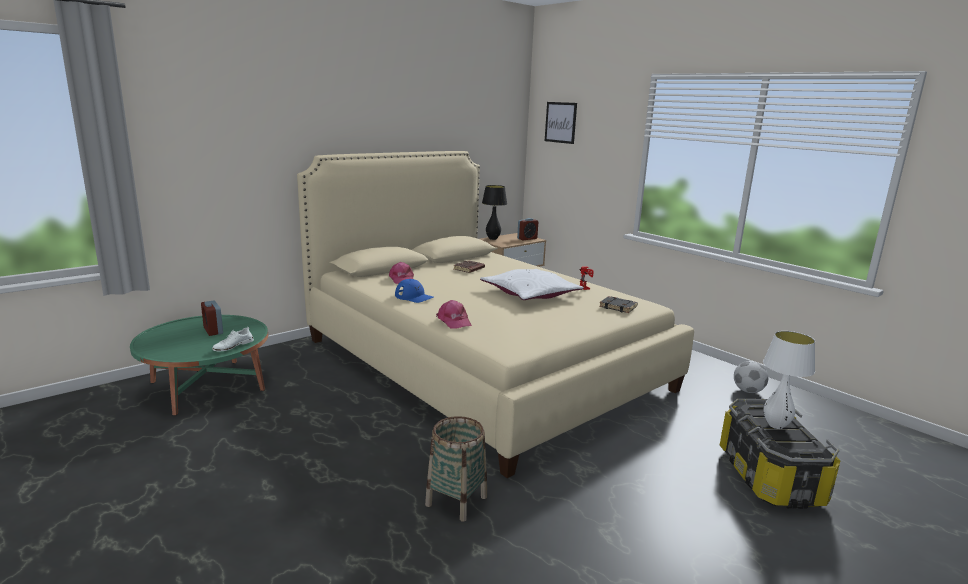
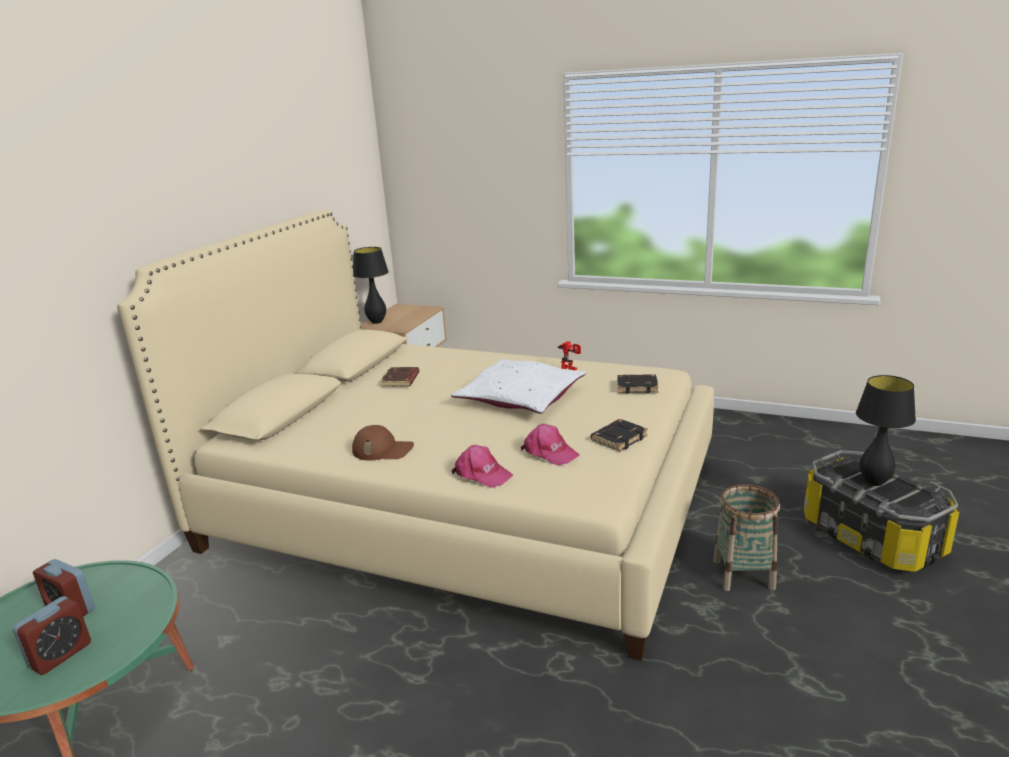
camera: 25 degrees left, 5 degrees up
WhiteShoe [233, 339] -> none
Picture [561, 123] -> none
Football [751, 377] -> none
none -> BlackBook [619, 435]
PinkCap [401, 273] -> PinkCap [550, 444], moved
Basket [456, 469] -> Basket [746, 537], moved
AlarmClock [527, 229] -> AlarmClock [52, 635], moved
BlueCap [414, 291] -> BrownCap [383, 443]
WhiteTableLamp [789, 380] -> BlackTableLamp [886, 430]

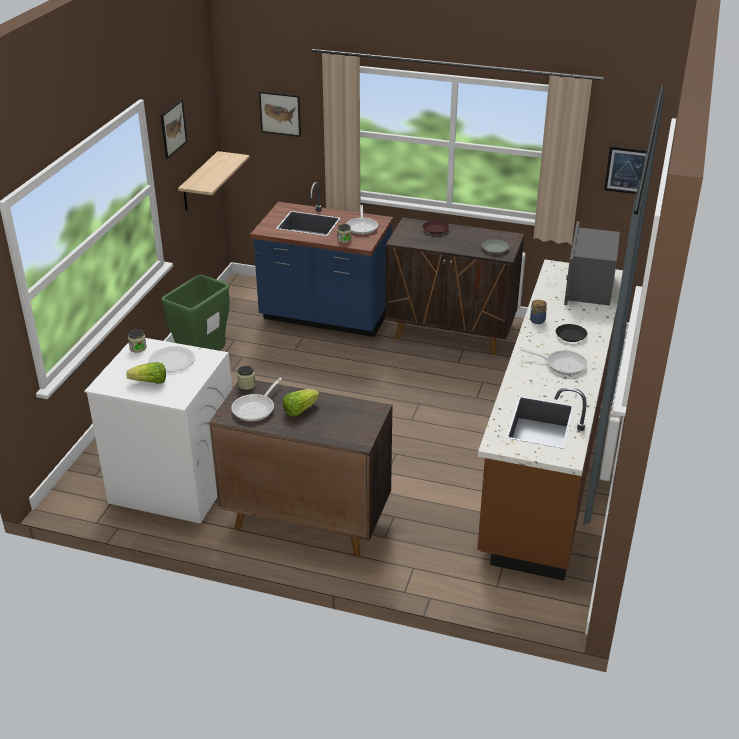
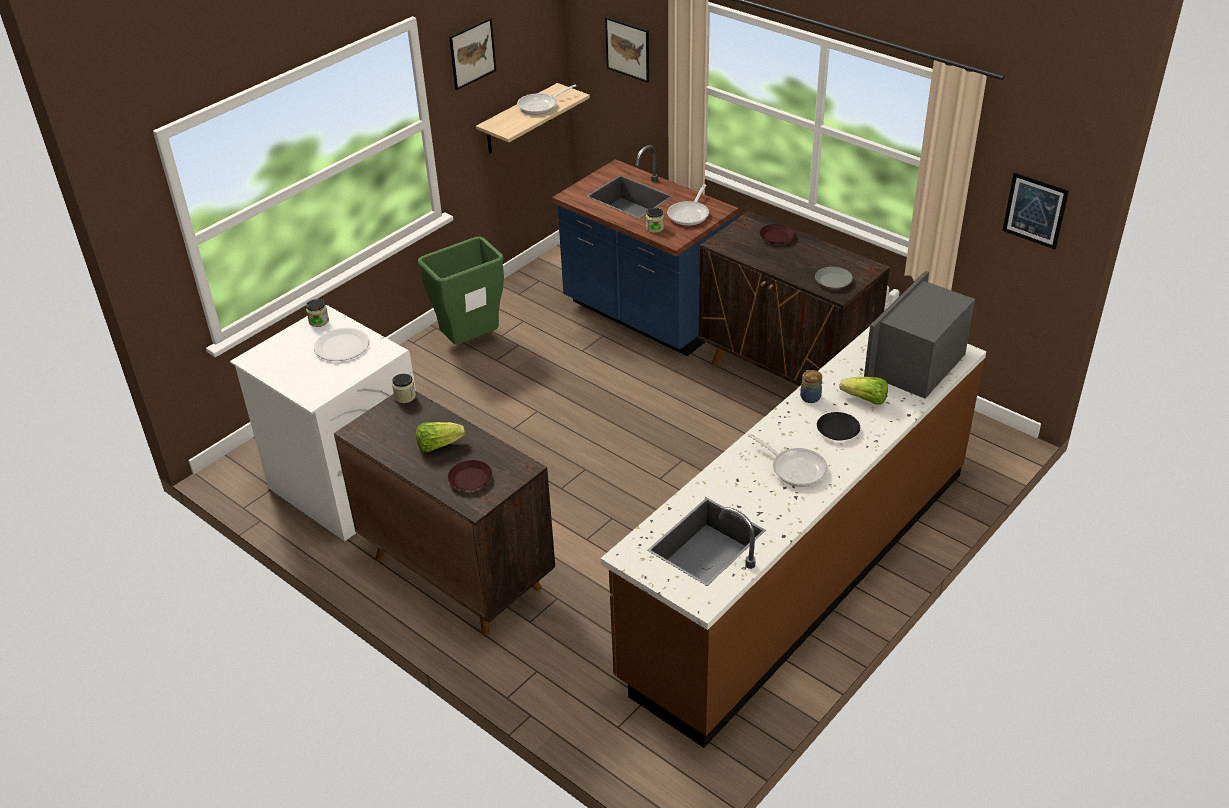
camera: 25 degrees right, 5 degrees up
none -> BrownPlate [470, 475]
Lettuce [146, 373] -> Lettuce [863, 391], moved
FryingPan [256, 400] -> FryingPan [546, 100], moved

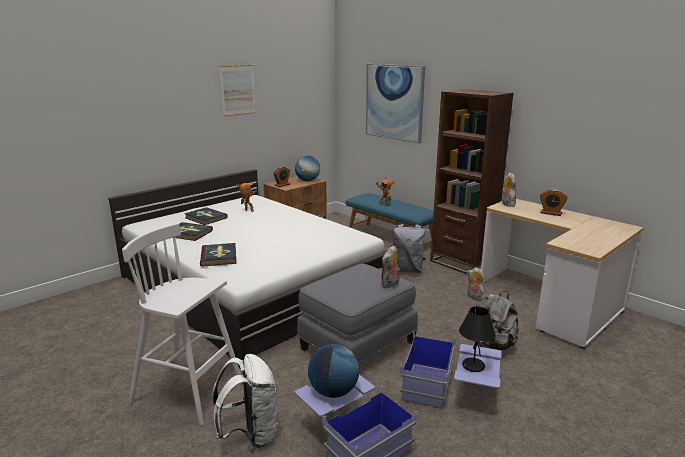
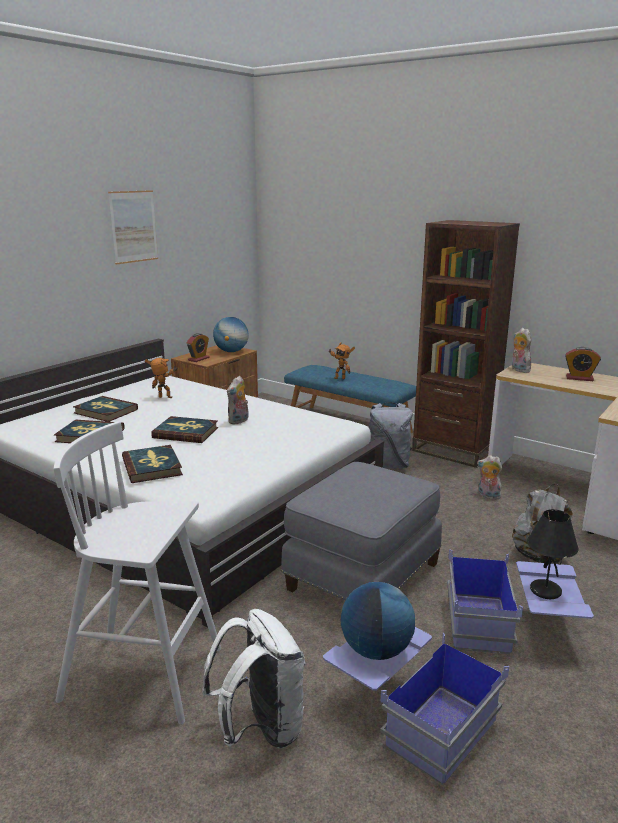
camera: 10 degrees left, 0 degrees up
Picture [395, 104] -> none
none -> Book [184, 429]
PlushToy [390, 267] -> PlushToy [238, 400], moved

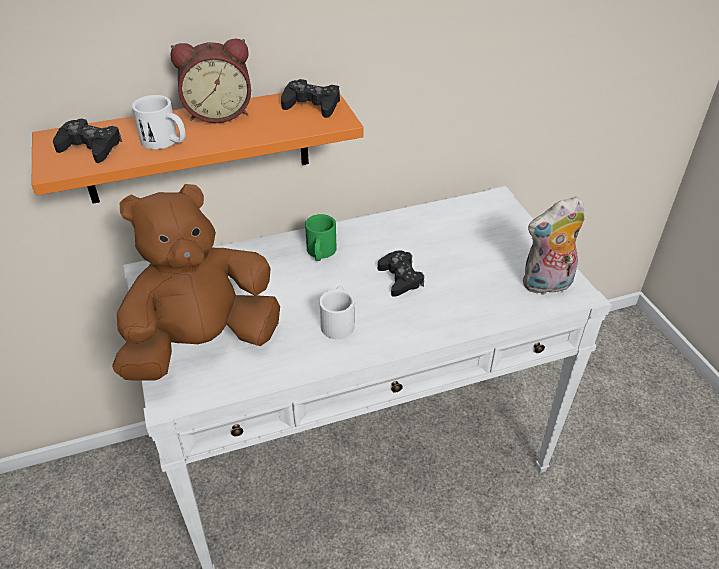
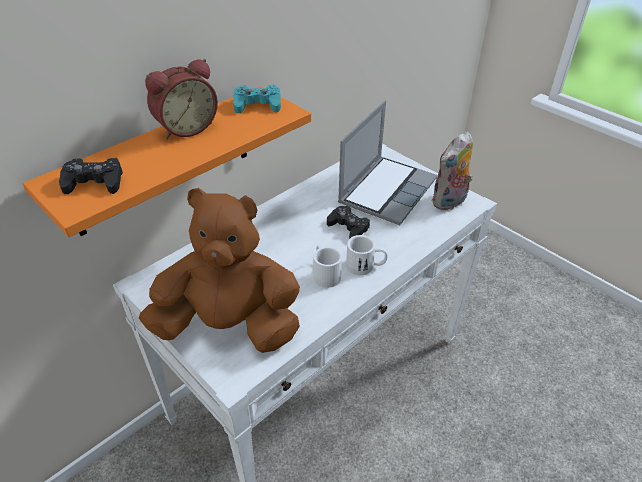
camera: 25 degrees left, 0 degrees up
GreenMug [321, 237] -> none
none -> Laptop [387, 163]
WhiteMug [158, 122] -> WhiteMug [367, 255], moved
BlackGameController [310, 98] -> TurquoiseGameController [257, 99]
BrownPlushToy [196, 282] -> BrownPlushToy [219, 270], 60 degrees clockwise

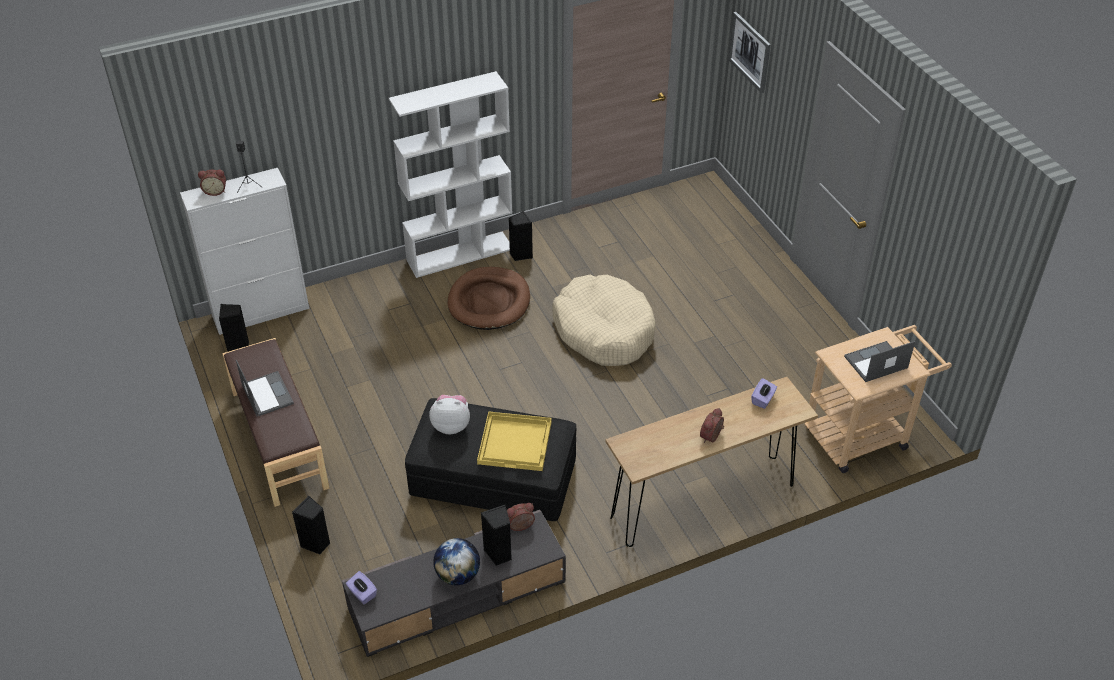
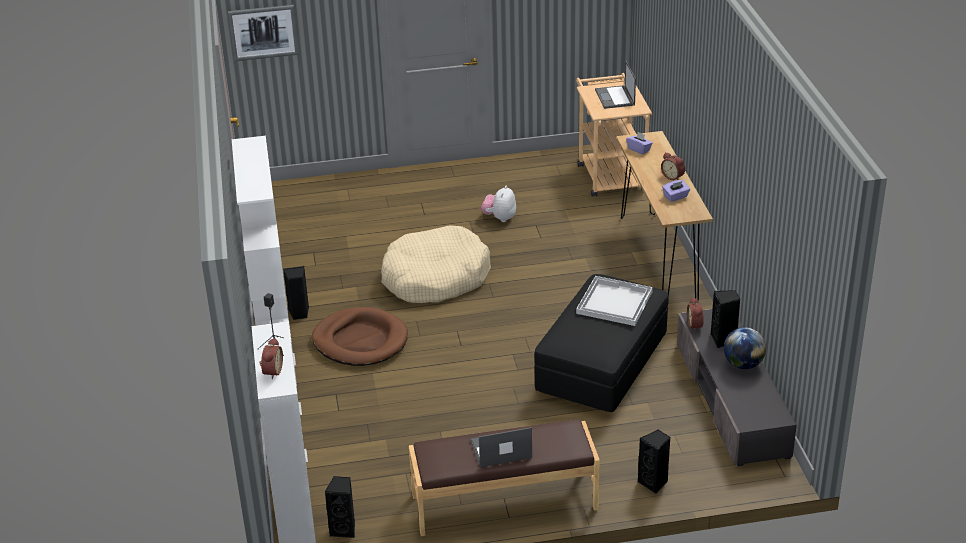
camera: 75 degrees left, 10 degrees down
PurpleTissueBox [361, 587] -> PurpleTissueBox [676, 191], moved
PlushToy [449, 414] -> PlushToy [498, 204], moved
YellowTray [514, 441] -> WhiteTray [614, 301]

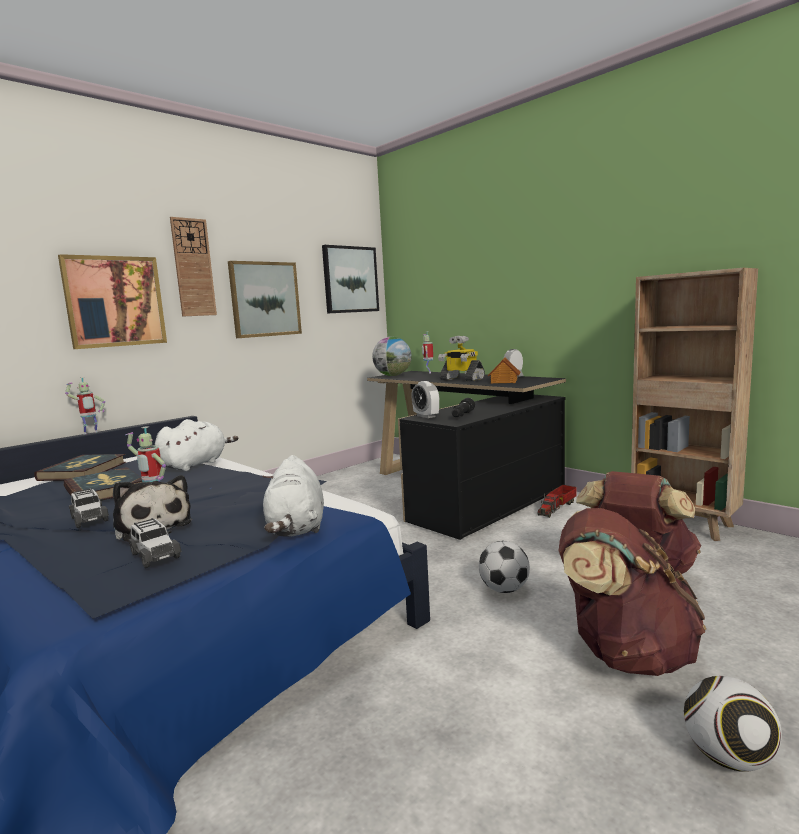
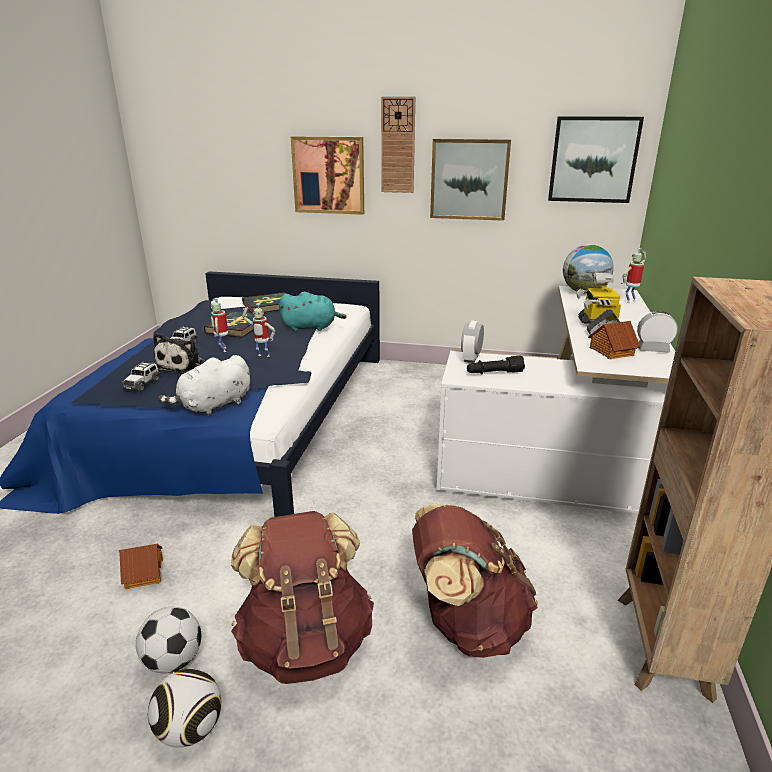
camera: 55 degrees right, 15 degrees up
ToyTruck [556, 501] -> none
none -> ToyHouse [141, 566]
ToyRobot [85, 405] -> ToyRobot [259, 330], moved
Football [504, 567] -> Football [168, 640], moved
WhitePlushToy [196, 445] -> TurquoisePlushToy [313, 311]
BlackDesk [466, 455] -> WhiteDesk [555, 400]

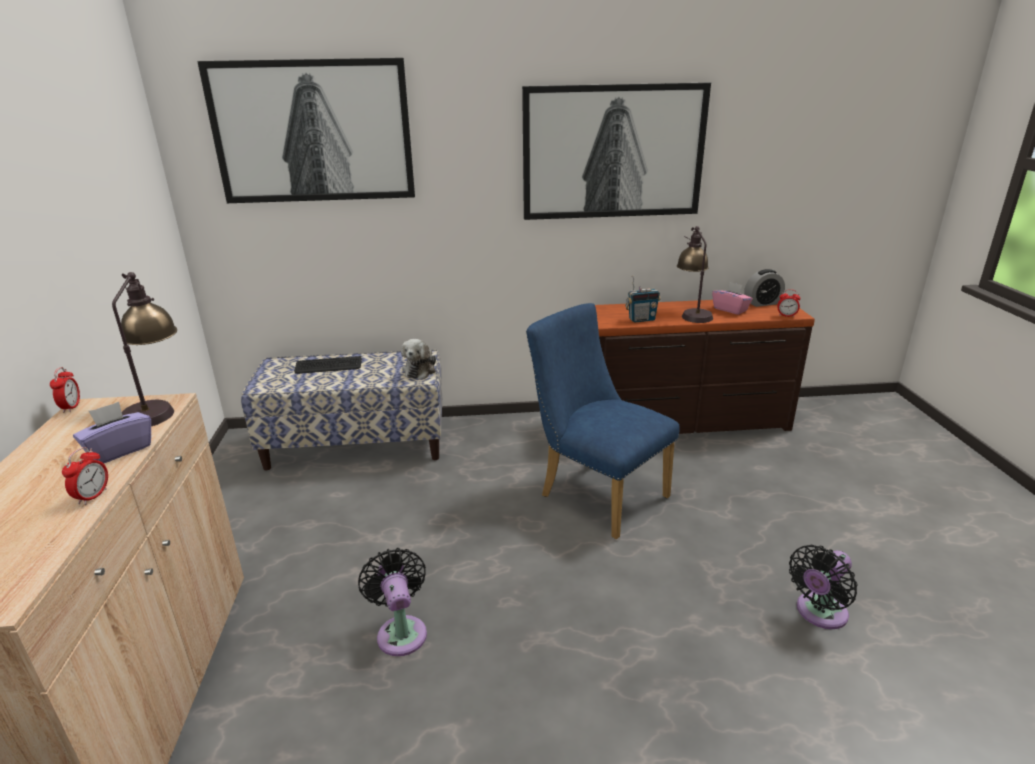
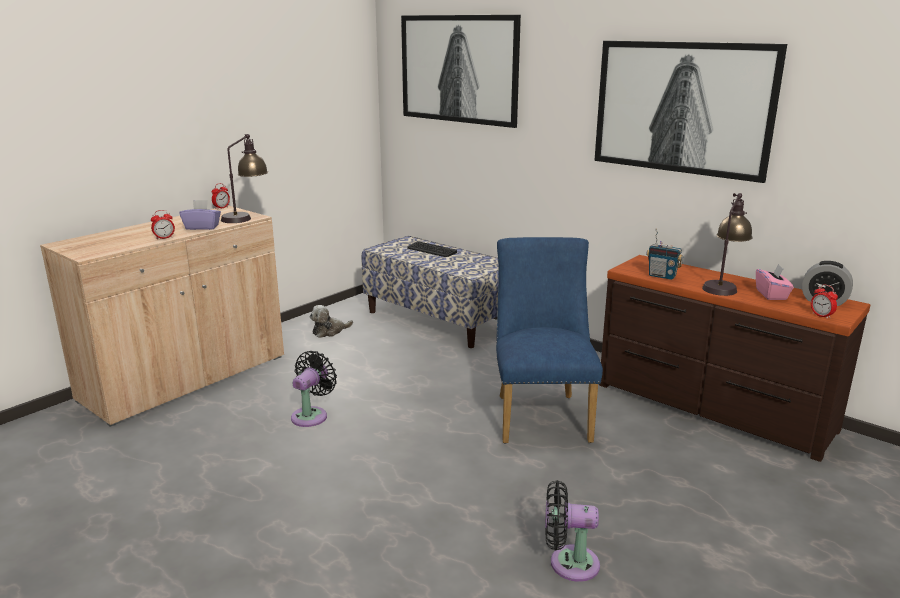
camera: 45 degrees right, 5 degrees down
PlushToy [418, 359] -> PlushToy [331, 321], moved

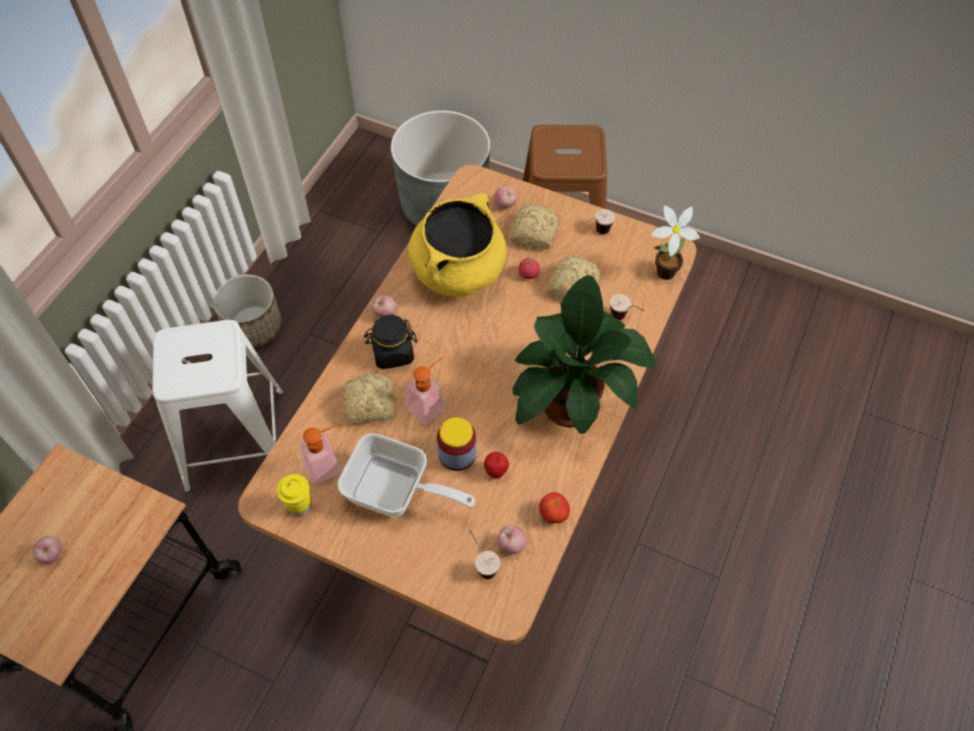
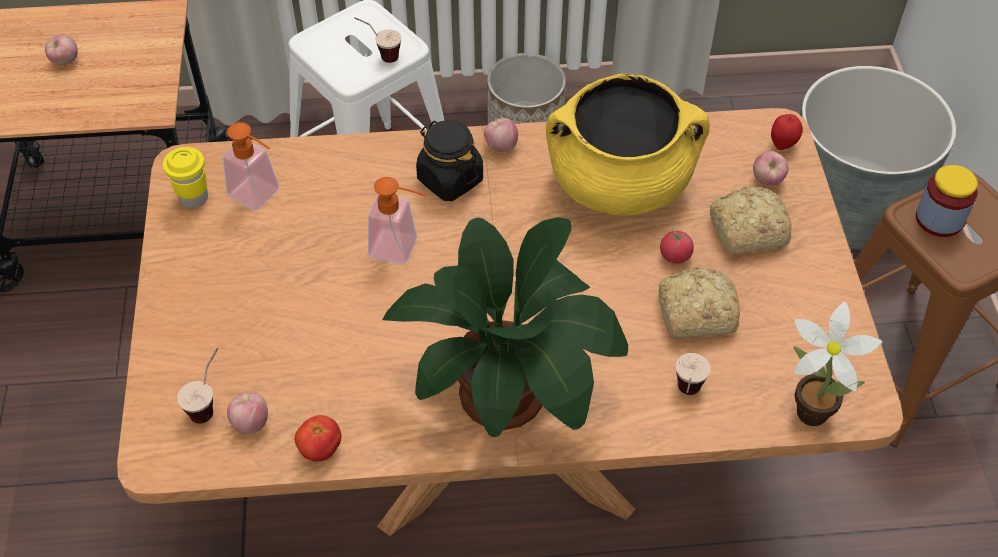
camera: 60 degrees right, 5 degrees down
FryingPan [406, 475] -> none
Bread [368, 398] -> none
Jar [456, 444] -> Jar [947, 201], moved
Apple [496, 465] -> Apple [787, 132], moved
Cup [601, 221] -> Cup [377, 40], moved

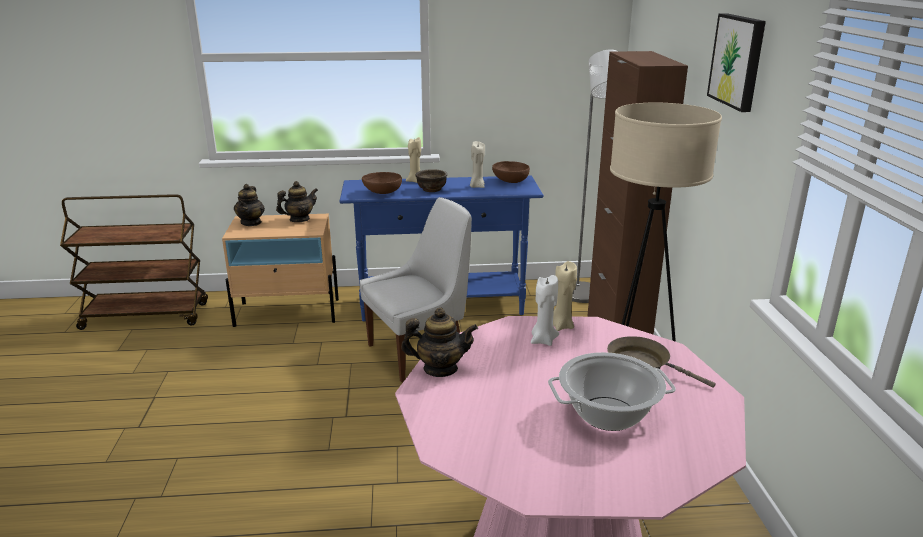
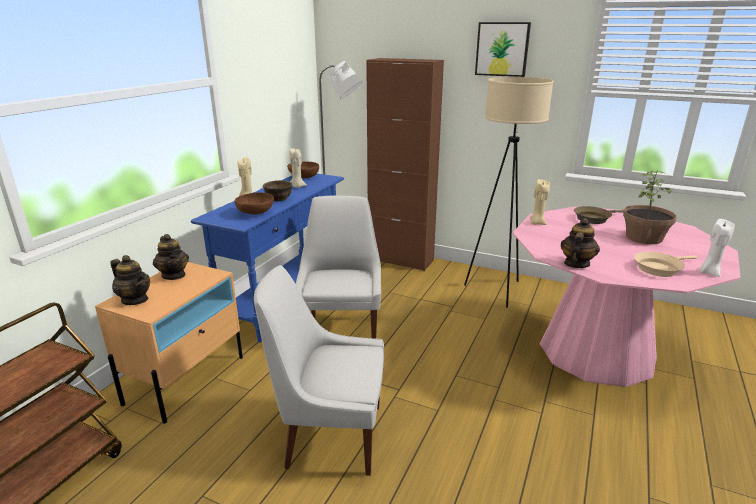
camera: 60 degrees left, 0 degrees up
none -> WhiteChair [319, 370]
none -> BeigeFryingPan [665, 264]
WhiteCandle [545, 310] -> WhiteCandle [717, 248], moved
CookingPot [612, 391] -> PottedPlant [650, 207]
Teapot [297, 201] -> Teapot [171, 257], 150 degrees clockwise

